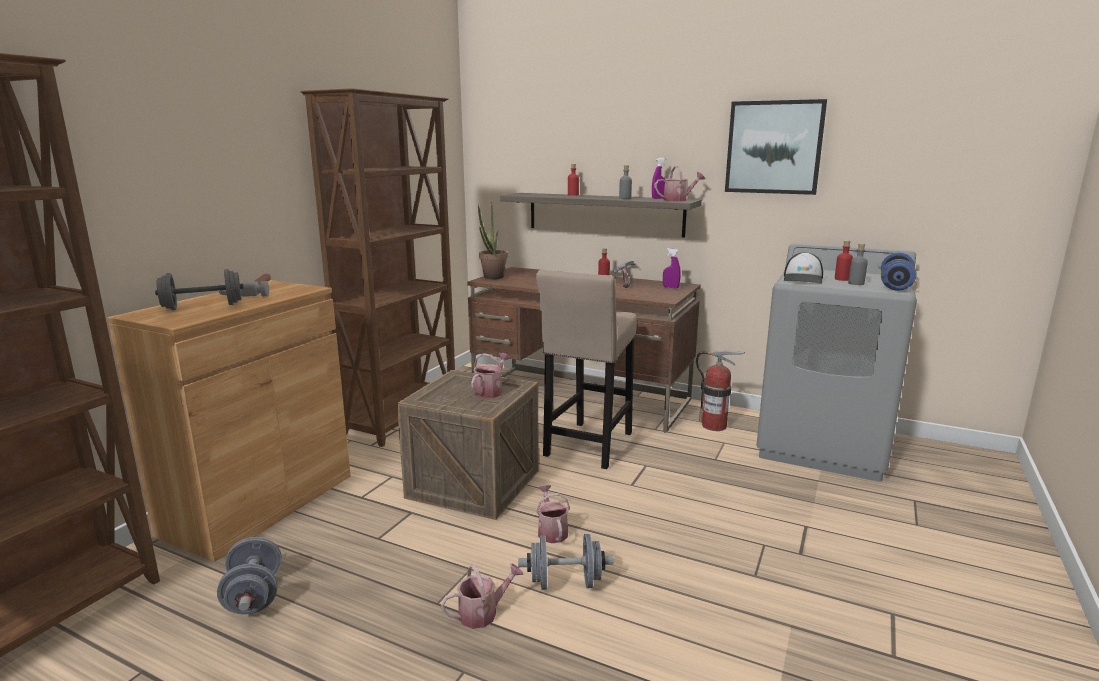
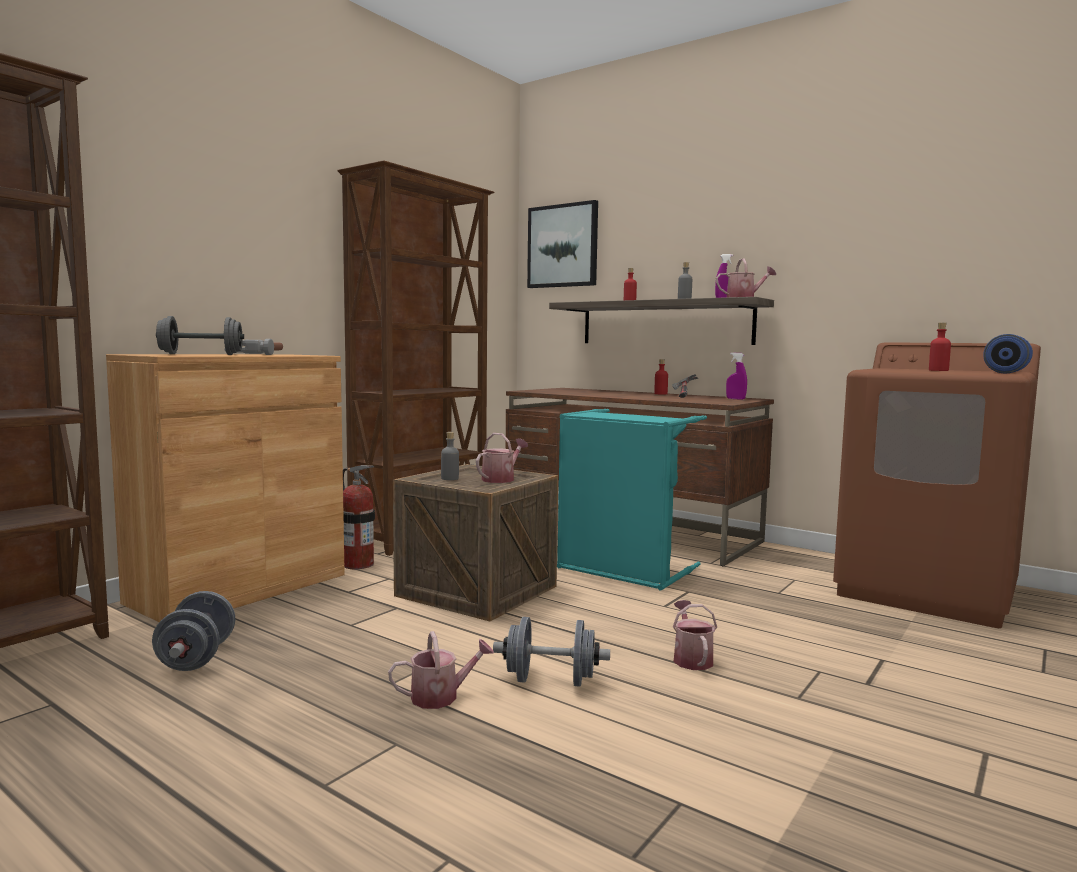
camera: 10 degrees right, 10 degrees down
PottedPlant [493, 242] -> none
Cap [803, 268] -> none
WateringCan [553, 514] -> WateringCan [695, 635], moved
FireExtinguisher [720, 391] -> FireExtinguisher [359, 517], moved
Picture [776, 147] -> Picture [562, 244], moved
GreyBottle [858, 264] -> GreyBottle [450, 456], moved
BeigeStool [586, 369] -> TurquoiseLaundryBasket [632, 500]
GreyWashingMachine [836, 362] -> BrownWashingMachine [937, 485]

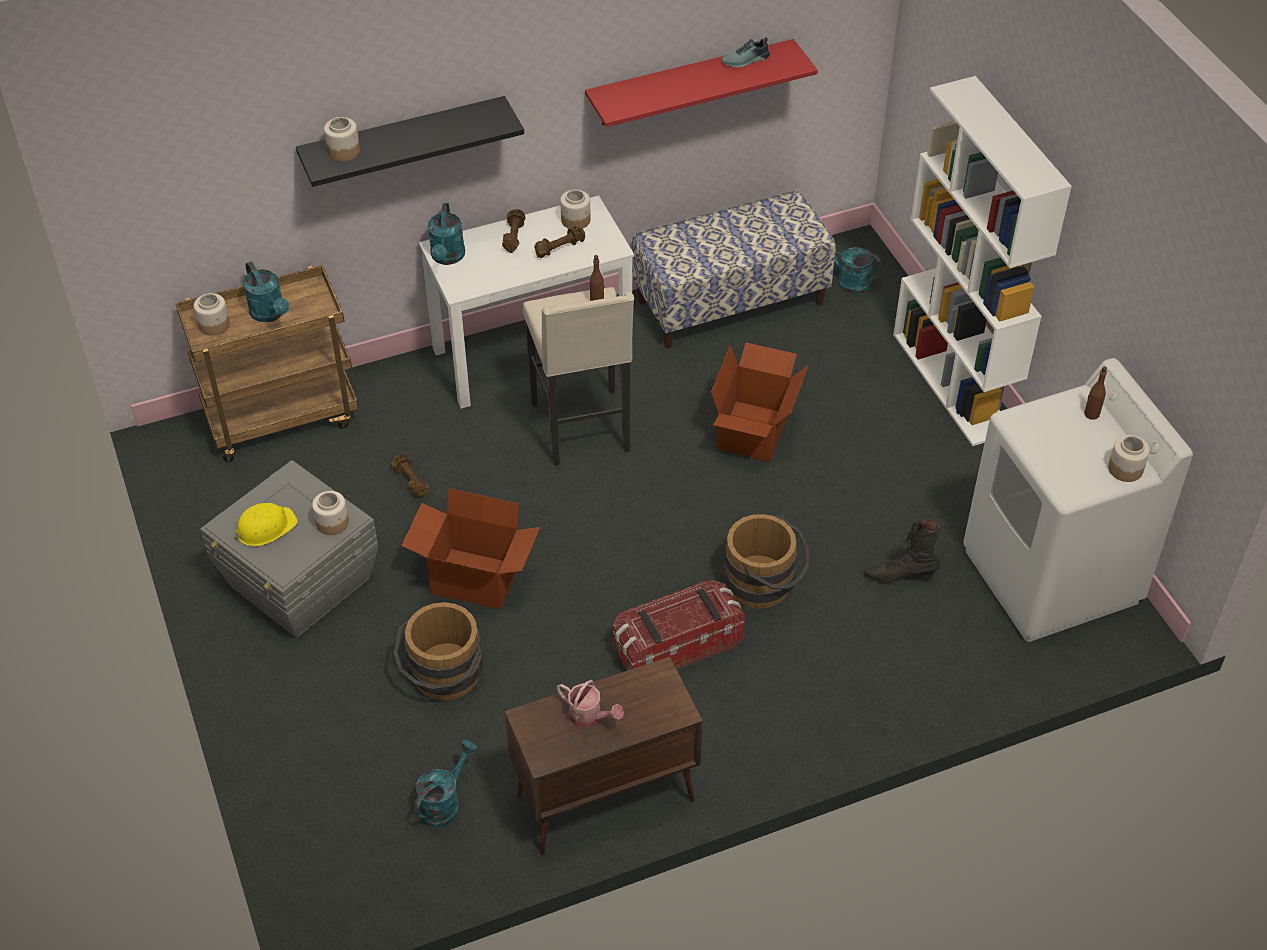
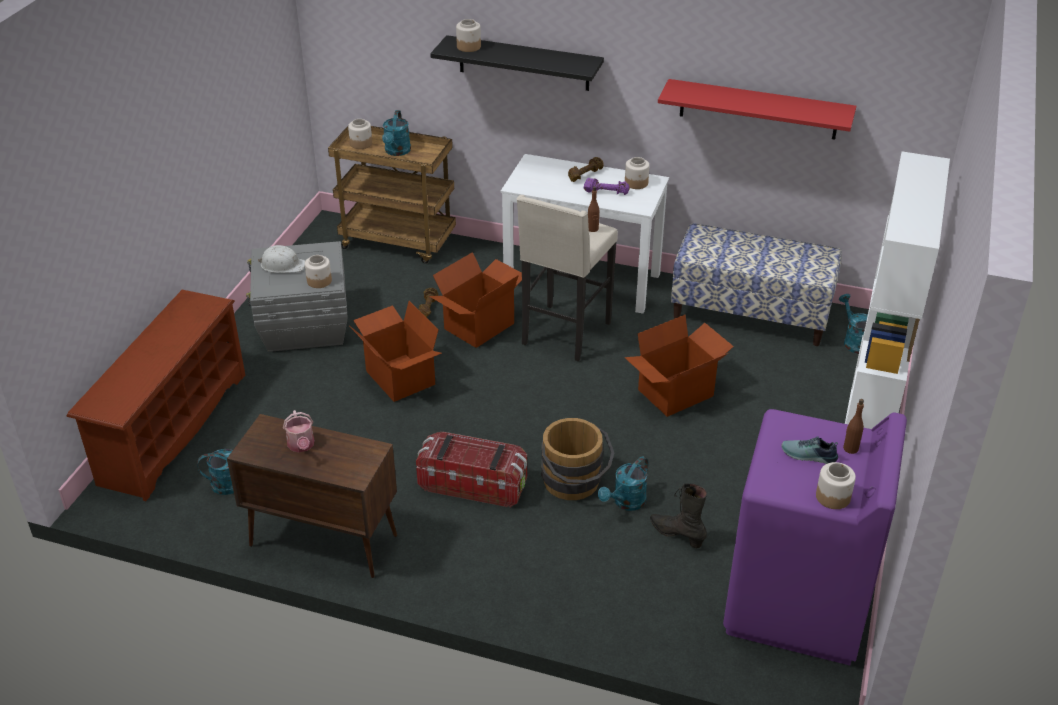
camera: 40 degrees right, 10 degrees down
BrownBucket [438, 651] -> none
none -> BrownShoeRack [156, 395]
none -> CardboardBox [475, 300]
TurquoiseWateringCan [446, 234] -> TurquoiseWateringCan [623, 484], moved
Shoe [746, 52] -> Shoe [809, 450], moved
YellowHardHat [266, 524] -> WhiteHardHat [281, 259]
BrownDumbbell [559, 241] -> PurpleDumbbell [606, 186]
WhiteWashingMachine [1078, 500] -> PurpleWashingMachine [815, 537]

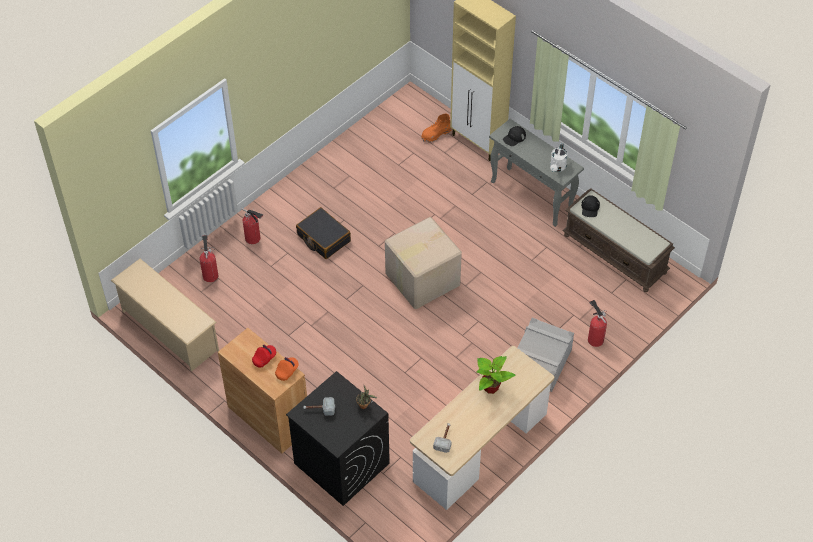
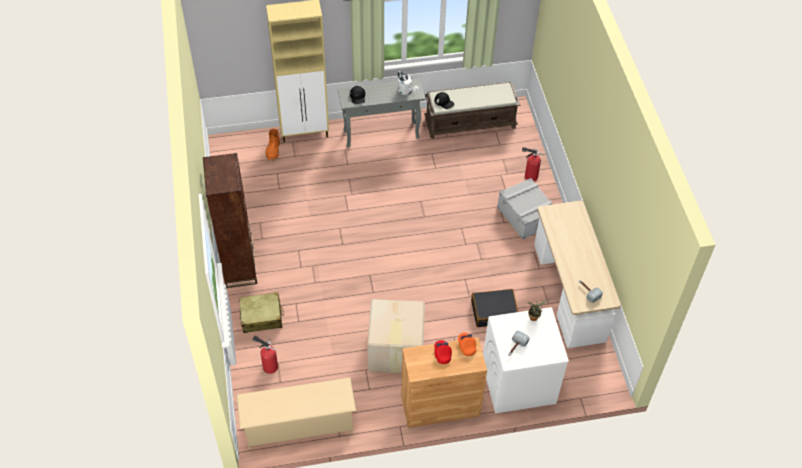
camera: 55 degrees left, 0 degrees up
PottedPlant [495, 375] -> none
none -> BrownBookcase [230, 220]
BlackSuitcase [323, 233] -> BlackSuitcase [494, 308], moved
CardboardBox [423, 263] -> CardboardBox [396, 336], moved
FireExtinguisher [252, 226] -> BeigeSuitcase [261, 312]
BlackWashingMachine [338, 438] -> WhiteWashingMachine [526, 360]

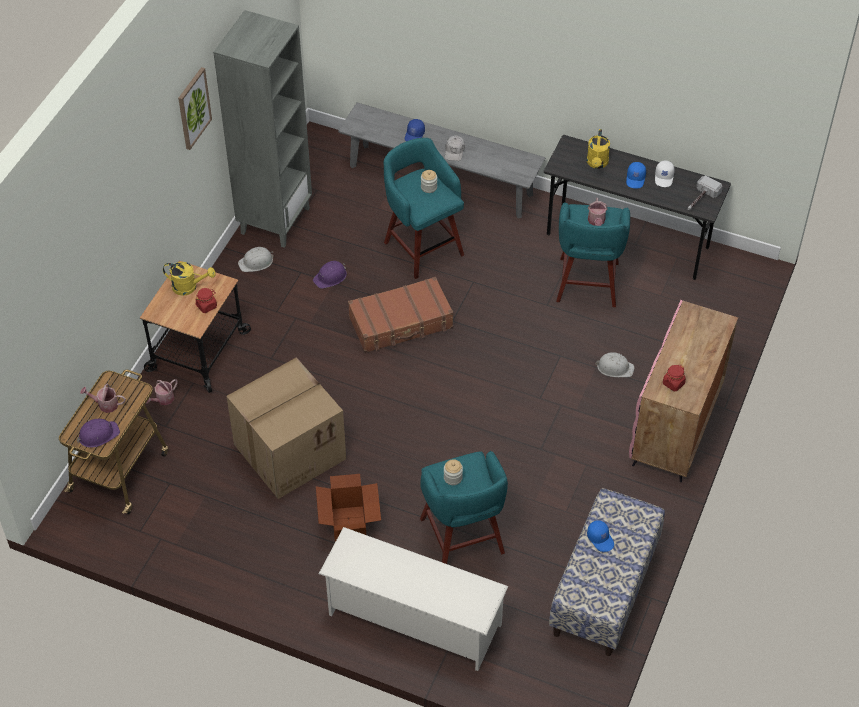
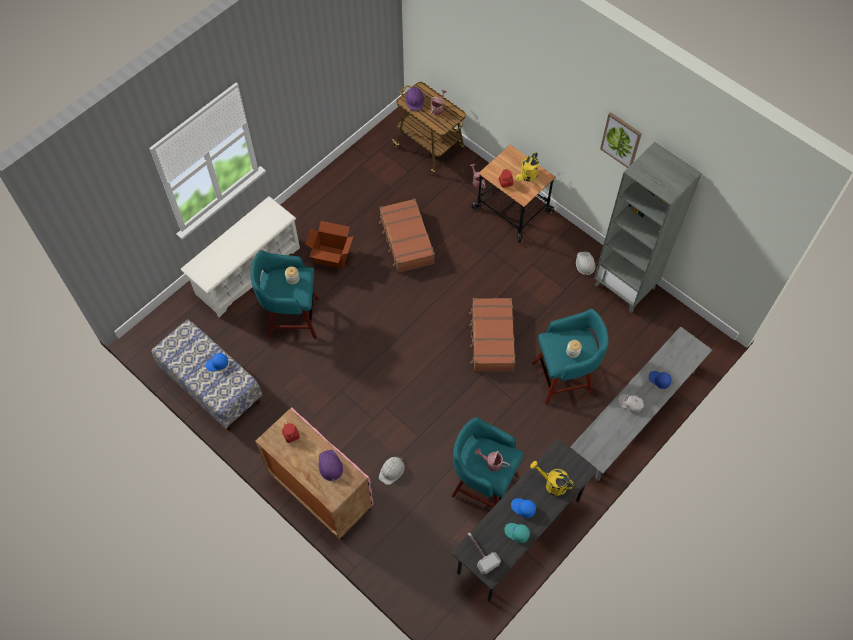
camera: 110 degrees right, 10 degrees up
PurpleHardHat [330, 275] -> PurpleHardHat [331, 466], moved
CardboardBox [286, 428] -> BrownSuitcase [407, 236]
WhiteCap [665, 174] -> TurquoiseCap [517, 533]

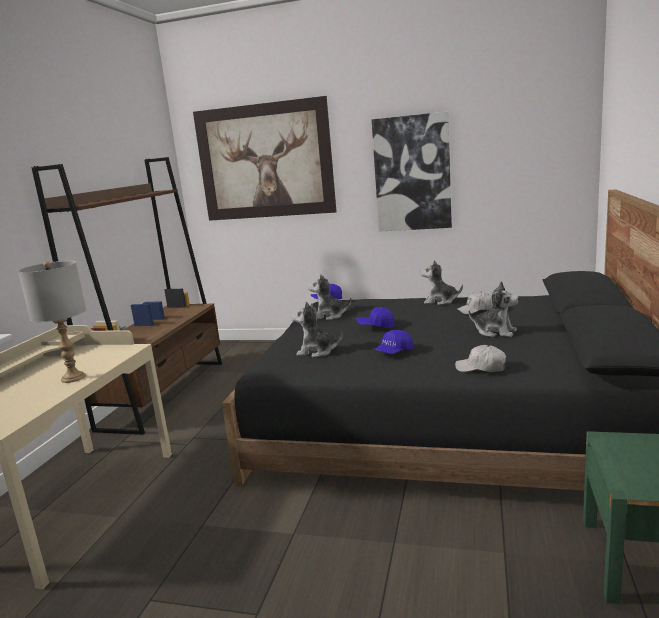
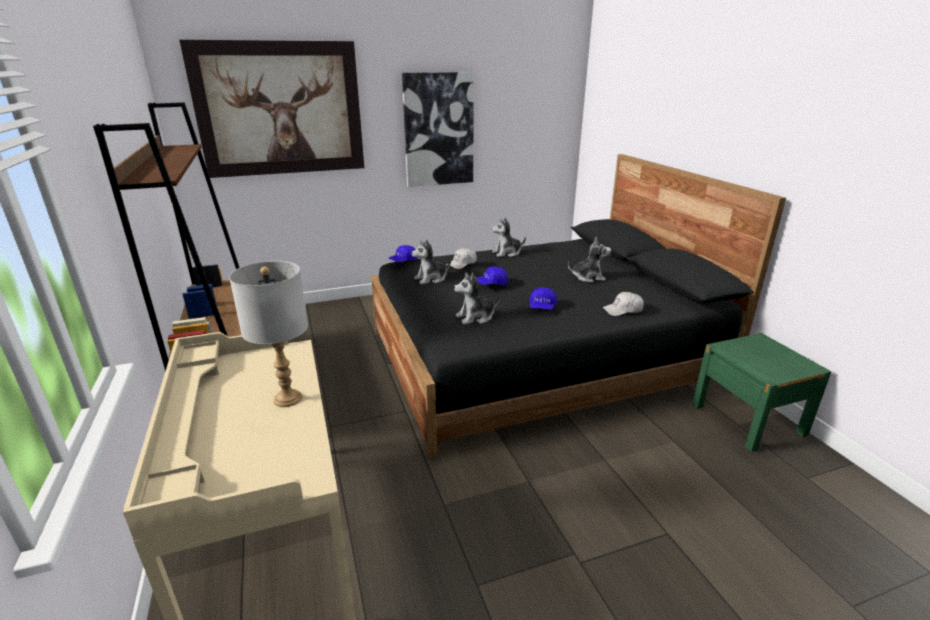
camera: 35 degrees left, 10 degrees up
WhiteCap [475, 303] -> WhiteCap [462, 258], moved

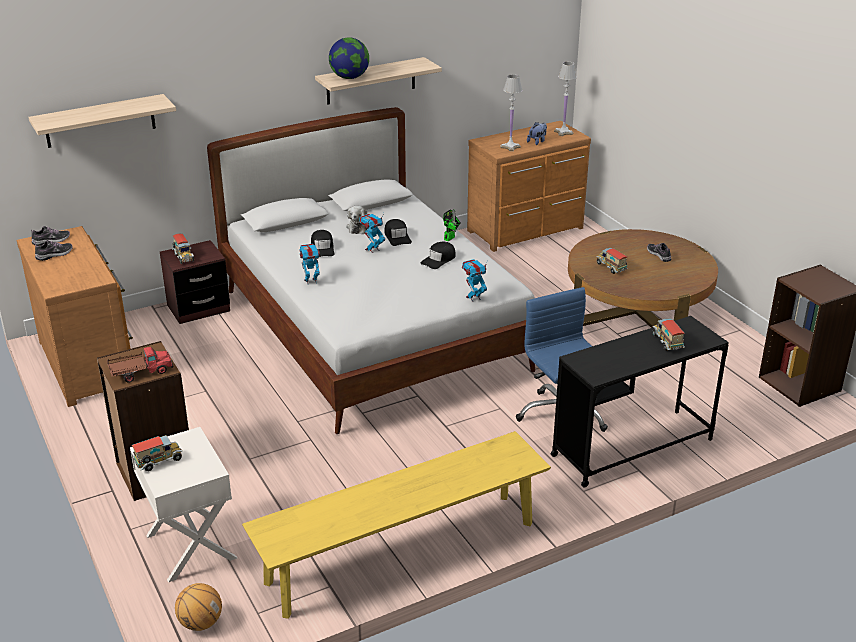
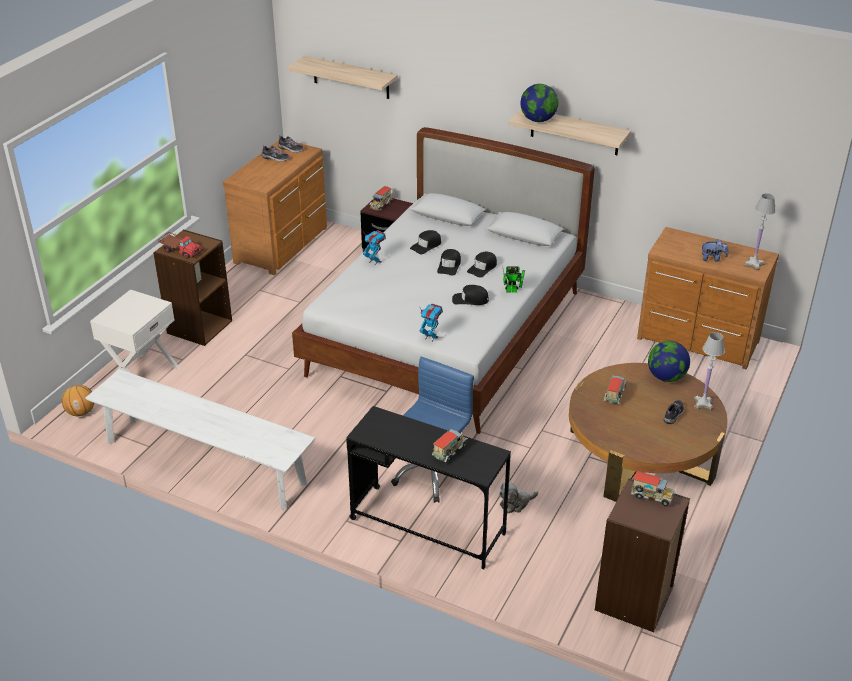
camera: 55 degrees right, 5 degrees up
none -> Globe [669, 361]
ToyTruck [157, 453] -> ToyTruck [653, 488], moved
PlushToy [357, 220] -> PlushToy [518, 497], moved
WhiteTableLamp [511, 112] -> WhiteTableLamp [709, 371], moved
ToyRobot [372, 233] -> BlackCap [449, 262]
YellowBench [396, 525] -> WhiteBench [200, 439]

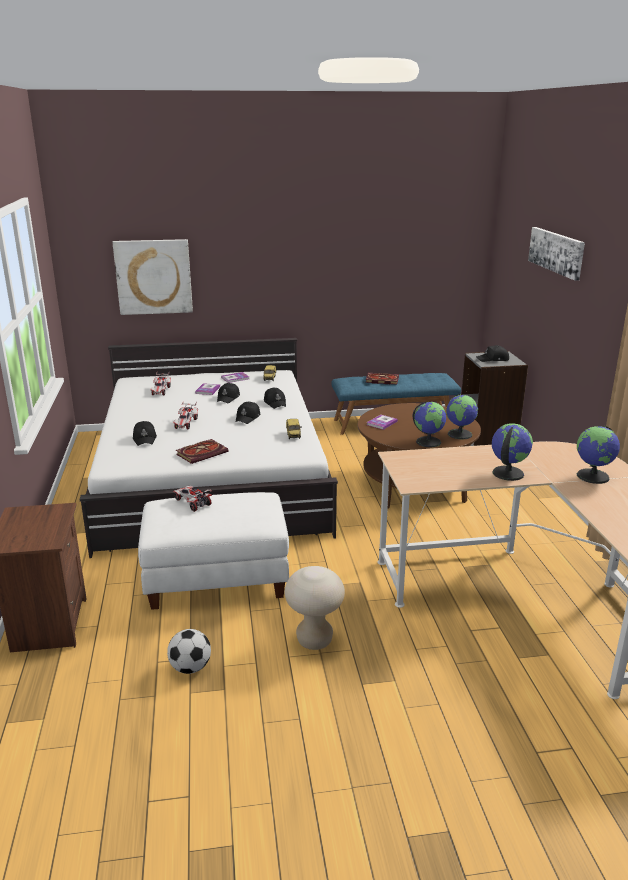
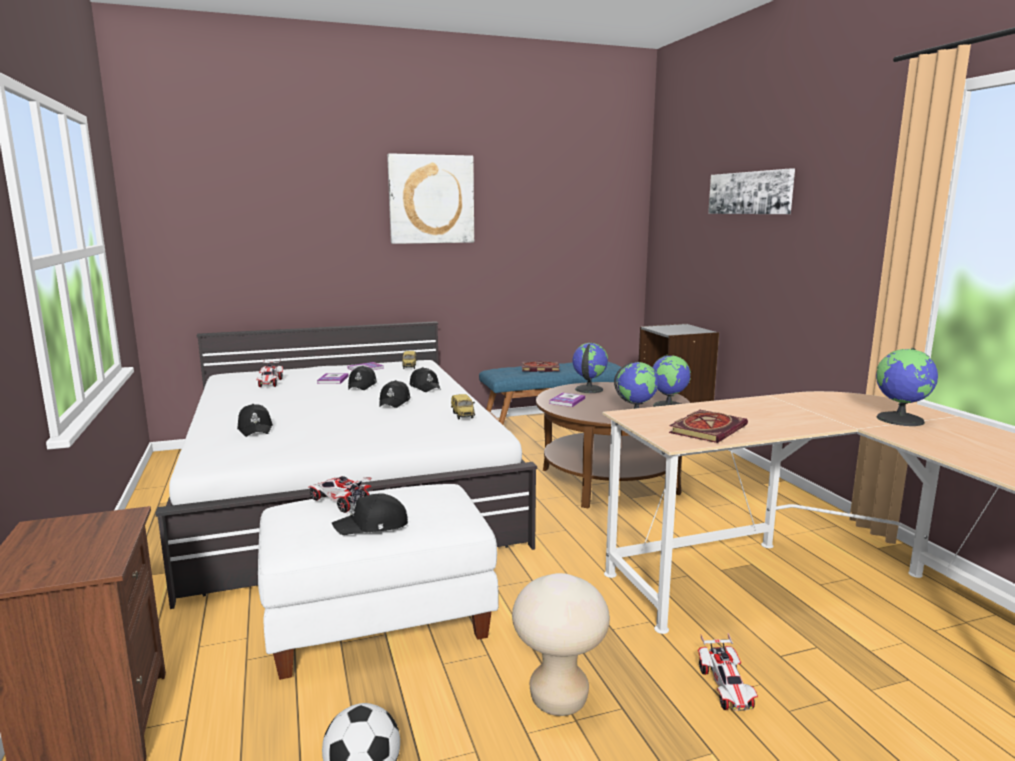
camera: 10 degrees left, 10 degrees down
Picture [152, 277] -> Picture [430, 198], moved
ToyCar [185, 415] -> ToyCar [728, 672], moved
Book [202, 451] -> Book [708, 426], moved
BlackCap [492, 353] -> BlackCap [370, 514], moved
Globe [512, 452] -> Globe [590, 368], moved

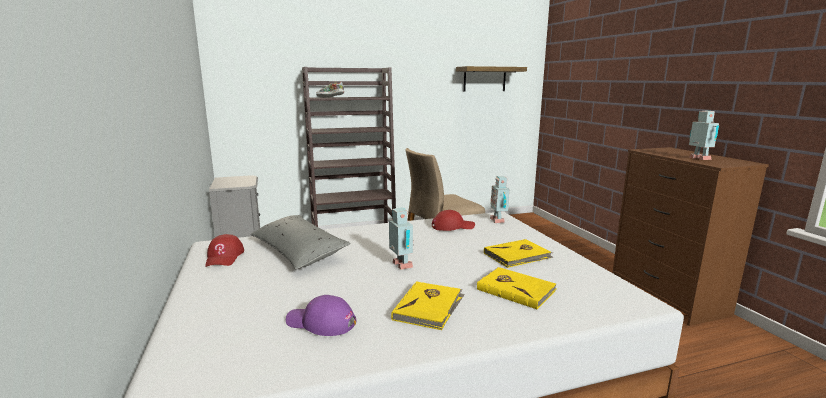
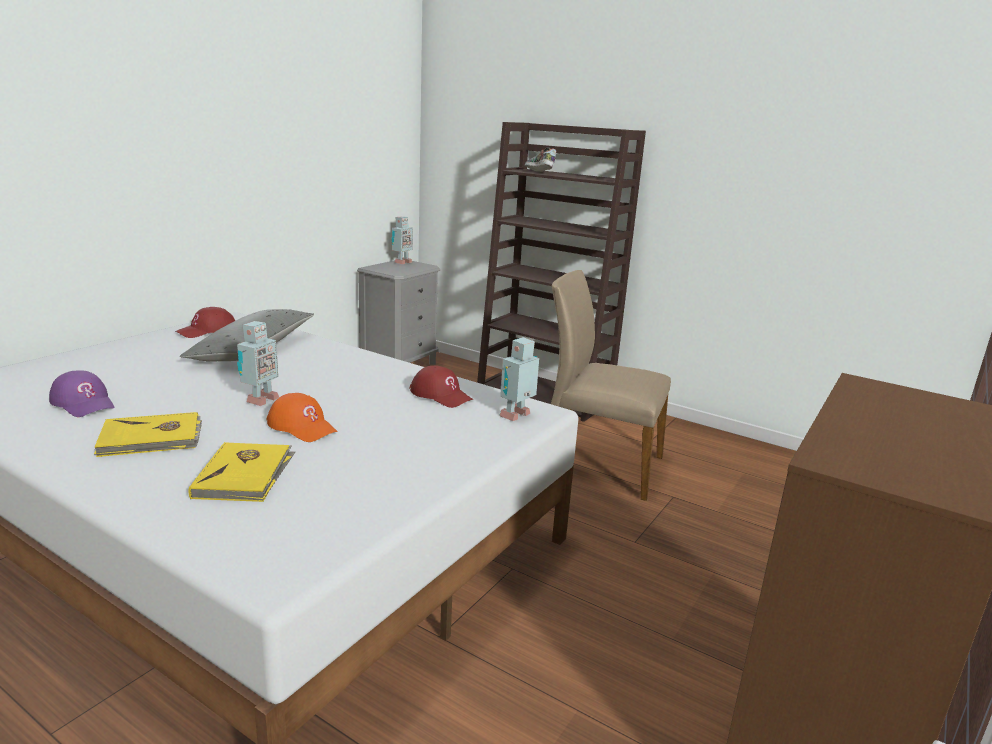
camera: 50 degrees right, 5 degrees up
Shelf [491, 79] -> none
YellowBook [518, 253] -> none
none -> OrangeCap [302, 417]
ToyRobot [704, 135] -> ToyRobot [402, 240], moved
PurpleCap [321, 315] -> PurpleCap [82, 393], 150 degrees clockwise

